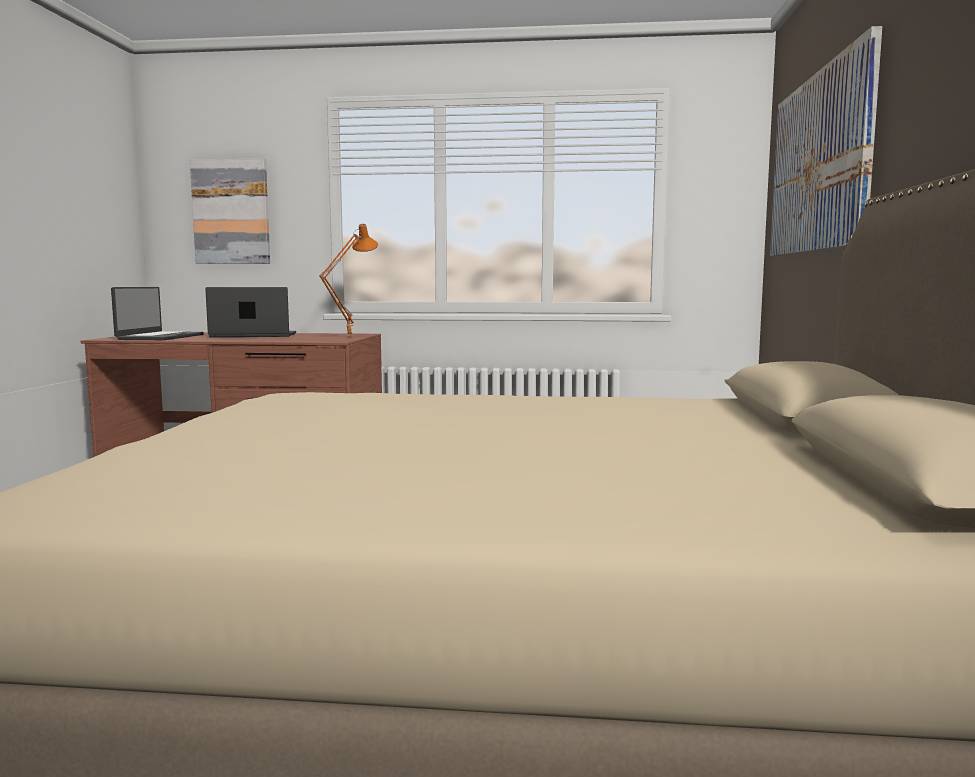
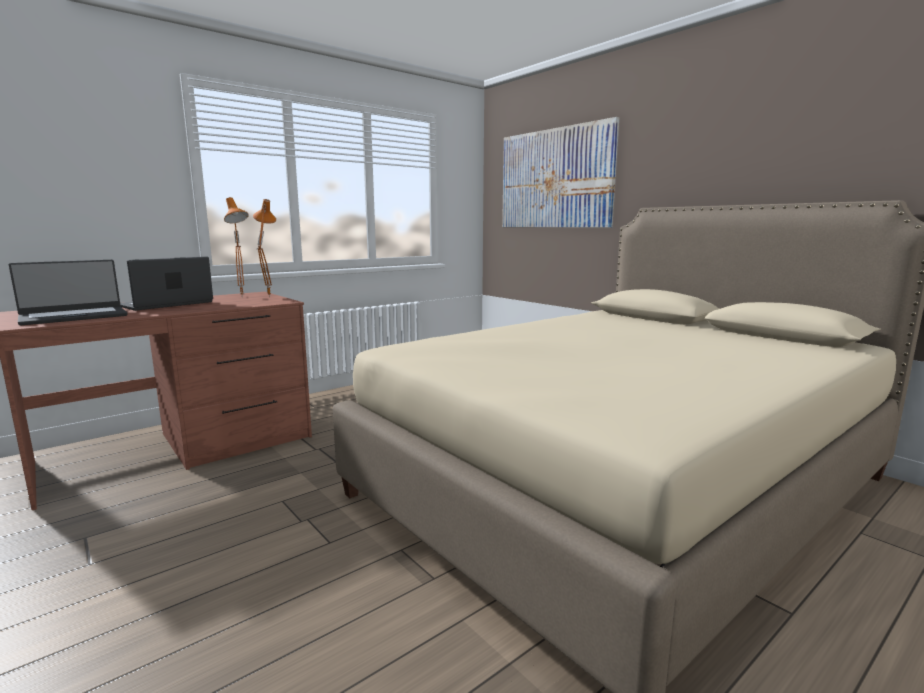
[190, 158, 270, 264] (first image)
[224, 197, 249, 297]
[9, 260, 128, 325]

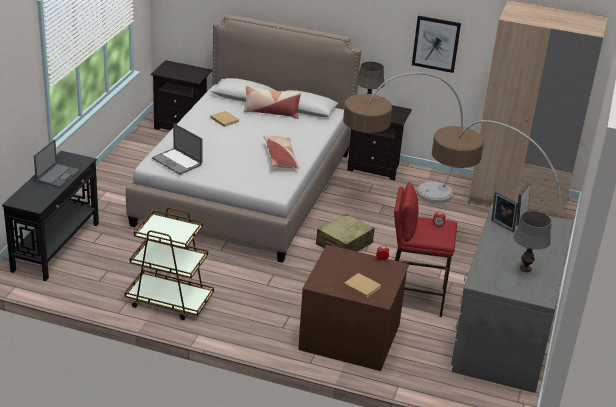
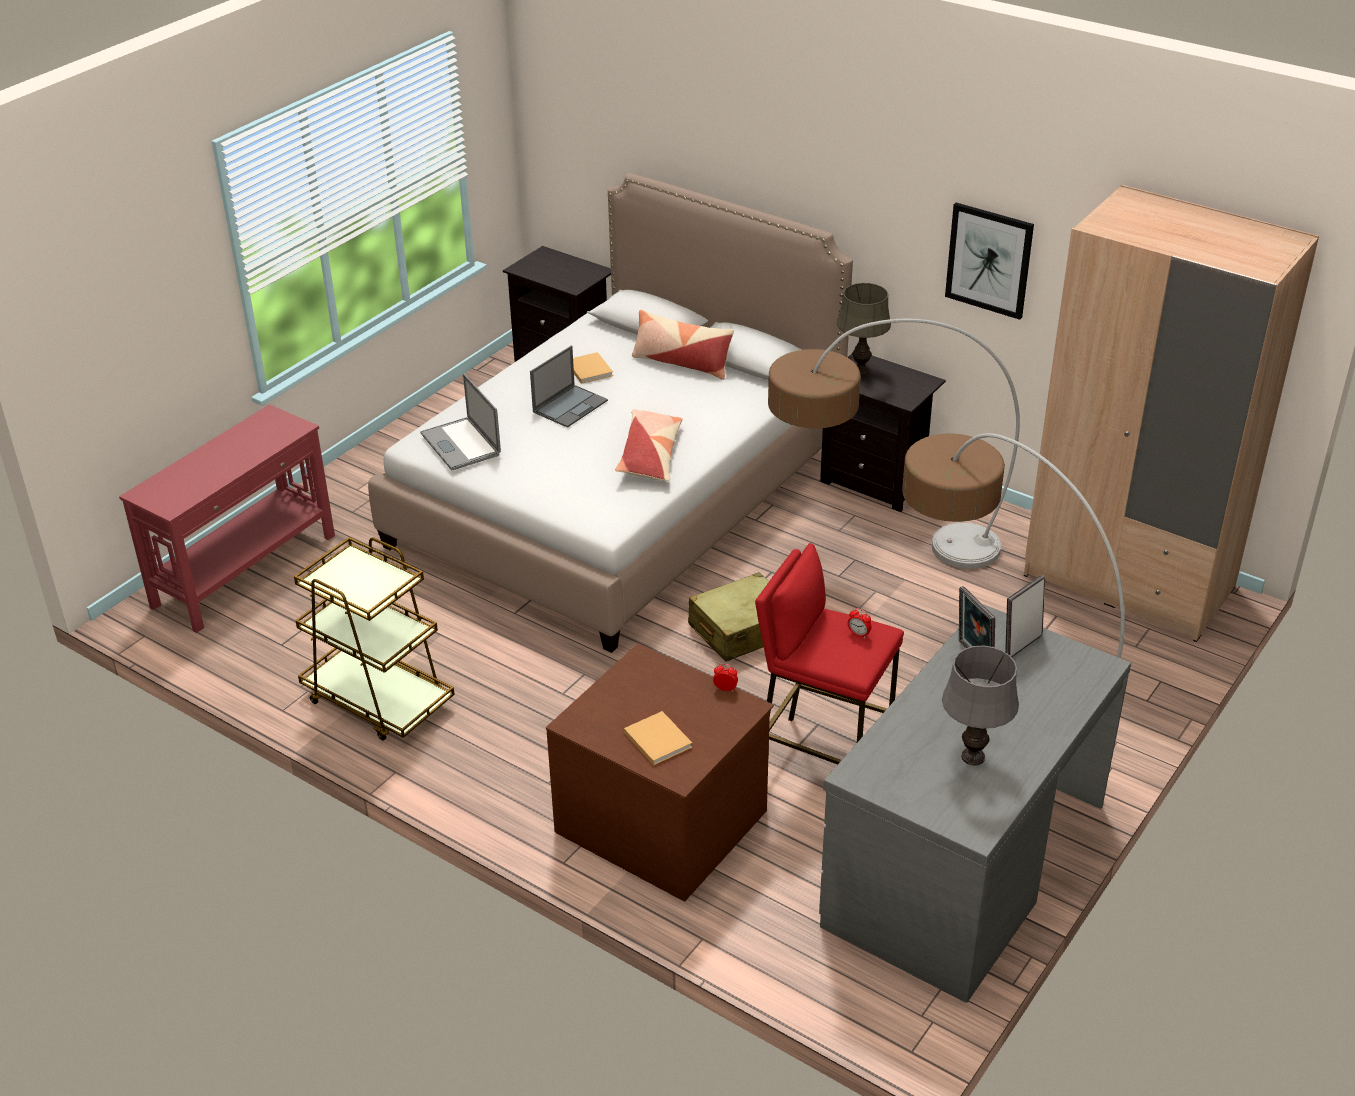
[530, 346, 608, 428]
[119, 404, 335, 633]

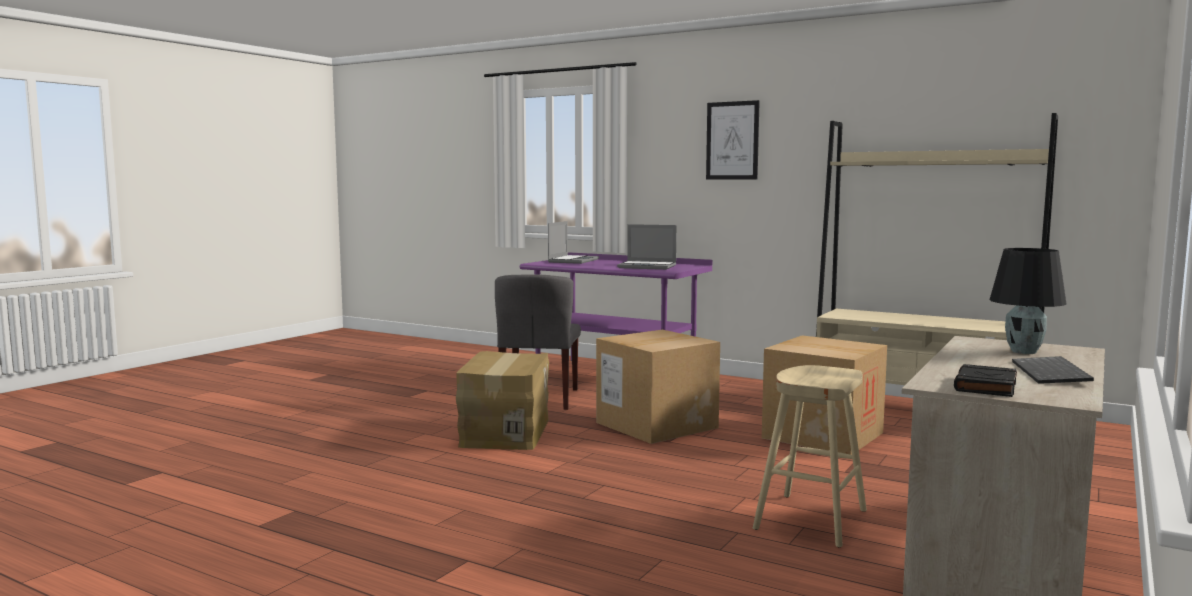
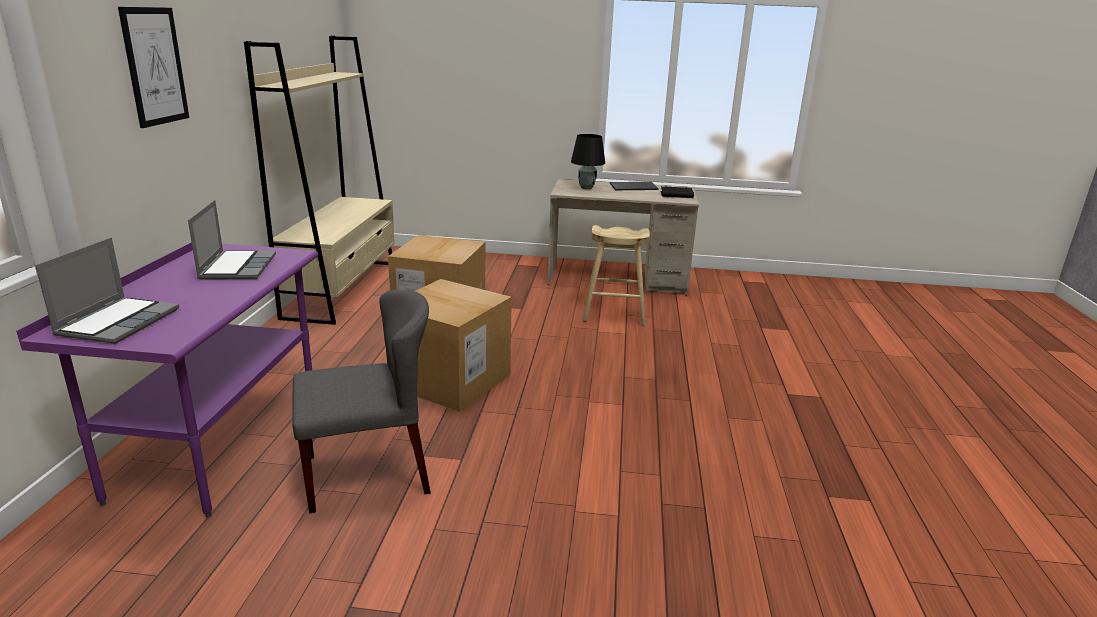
[456, 351, 549, 450] (first image)
[35, 237, 179, 344]

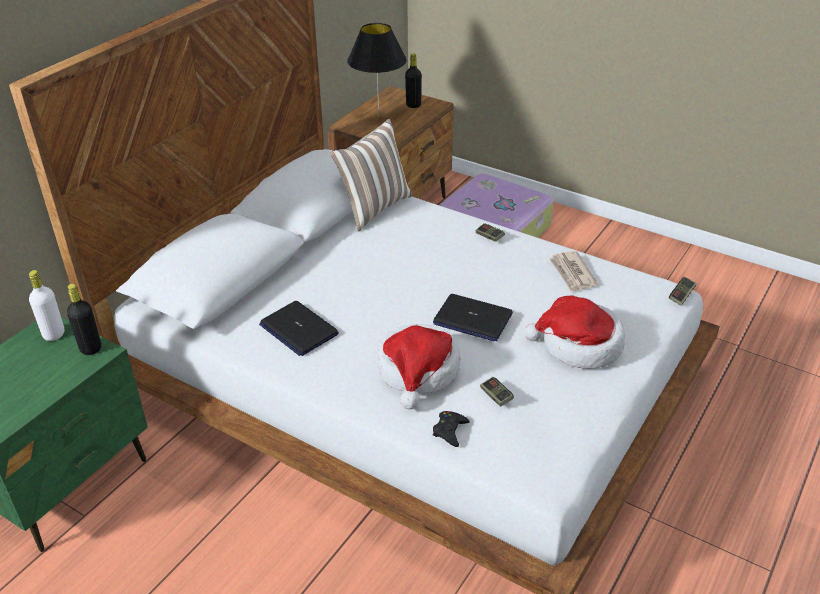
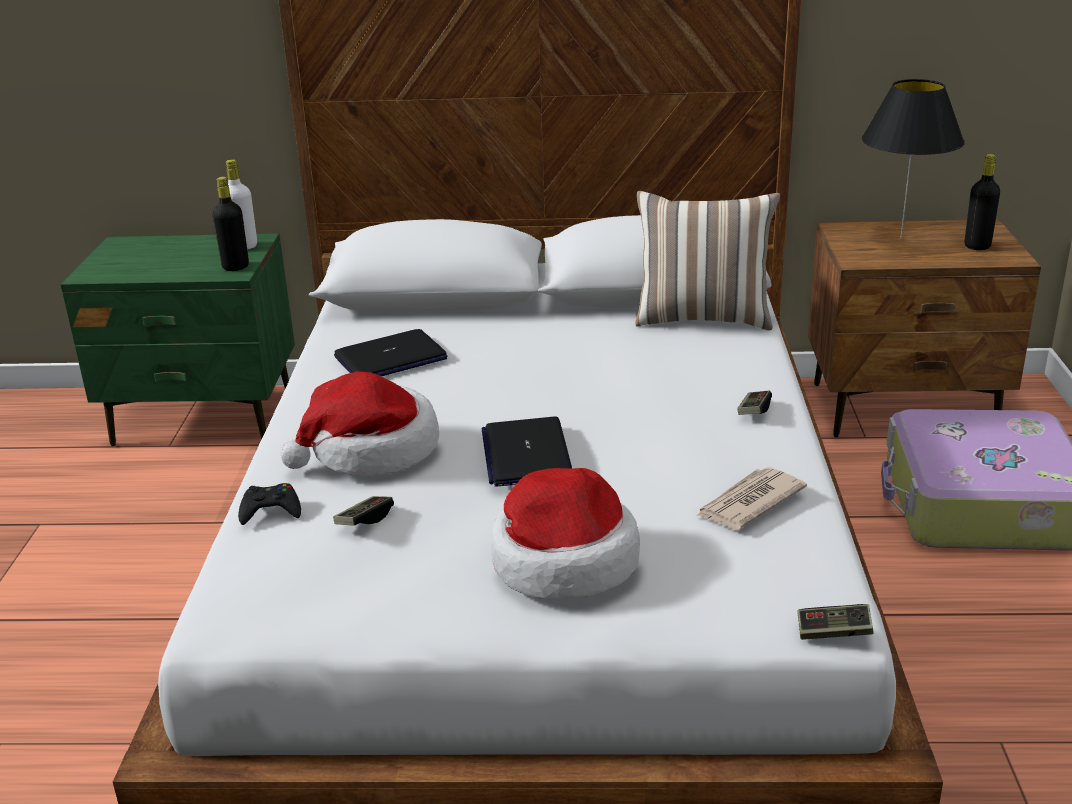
[334, 329, 447, 376]

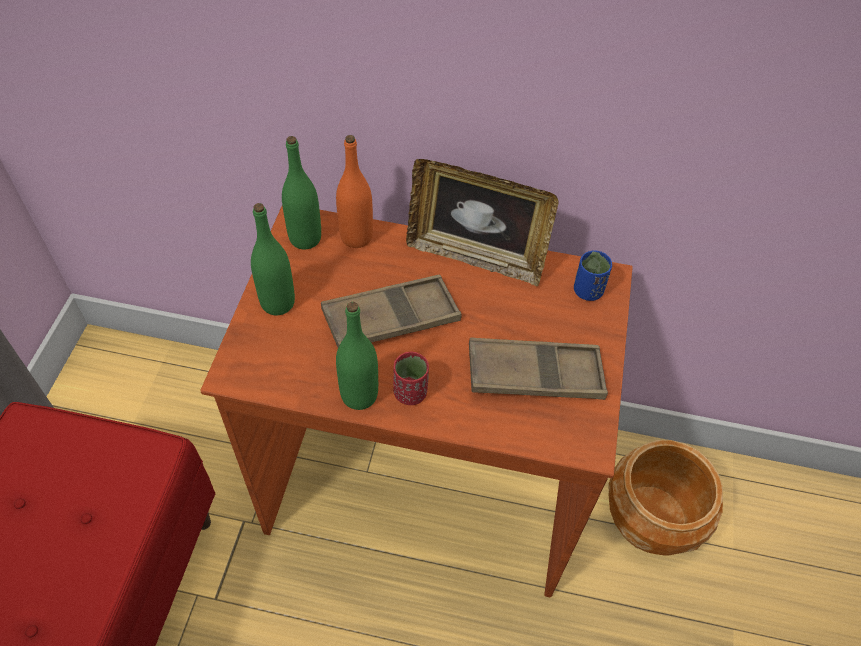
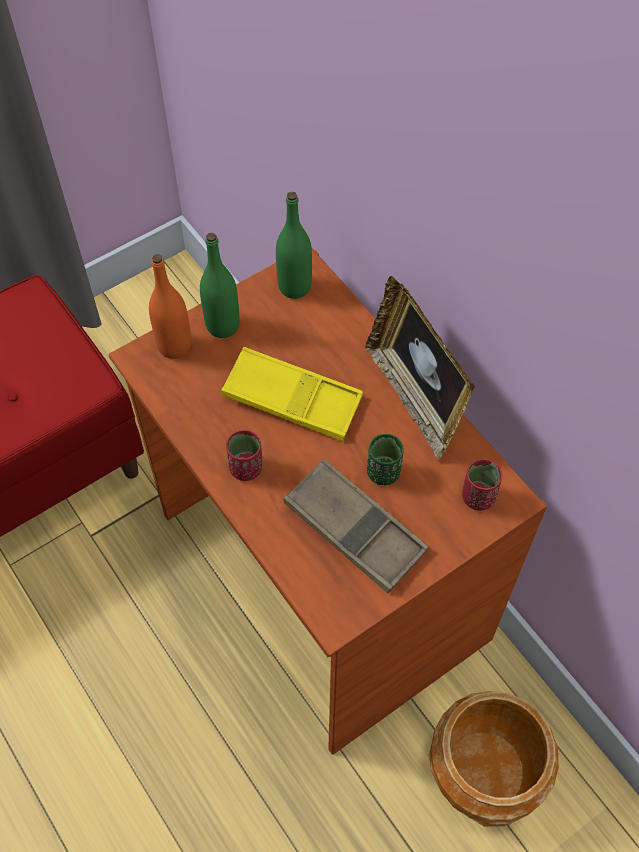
[336, 302, 378, 410] (first image)
[367, 434, 404, 485]
[149, 254, 191, 359]
[221, 347, 363, 442]
[462, 459, 502, 511]

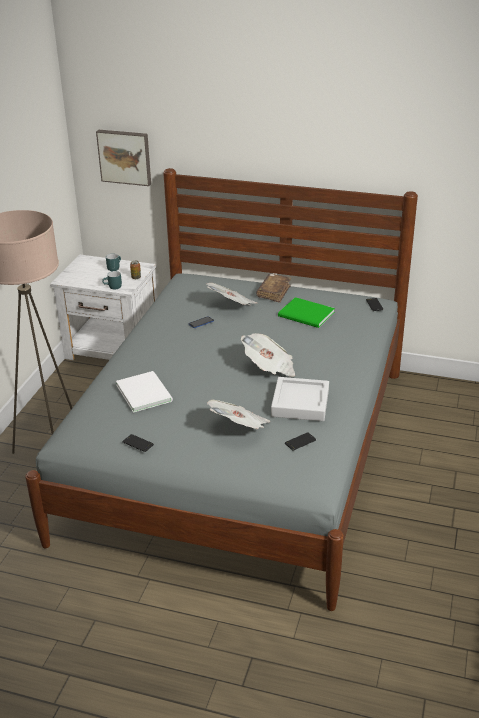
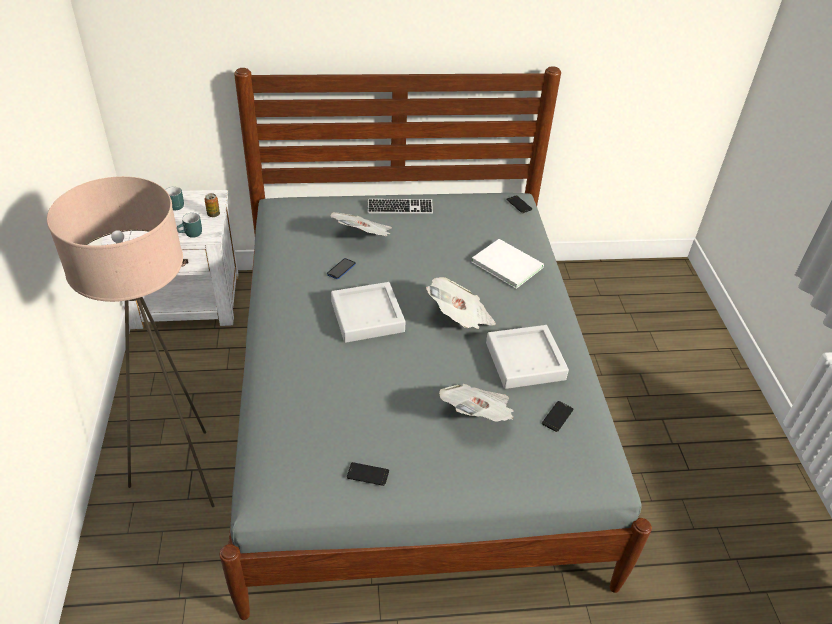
[96, 130, 151, 186] (first image)
[278, 297, 335, 328] (first image)
[331, 282, 405, 343]
[472, 239, 544, 289]
[368, 199, 433, 214]

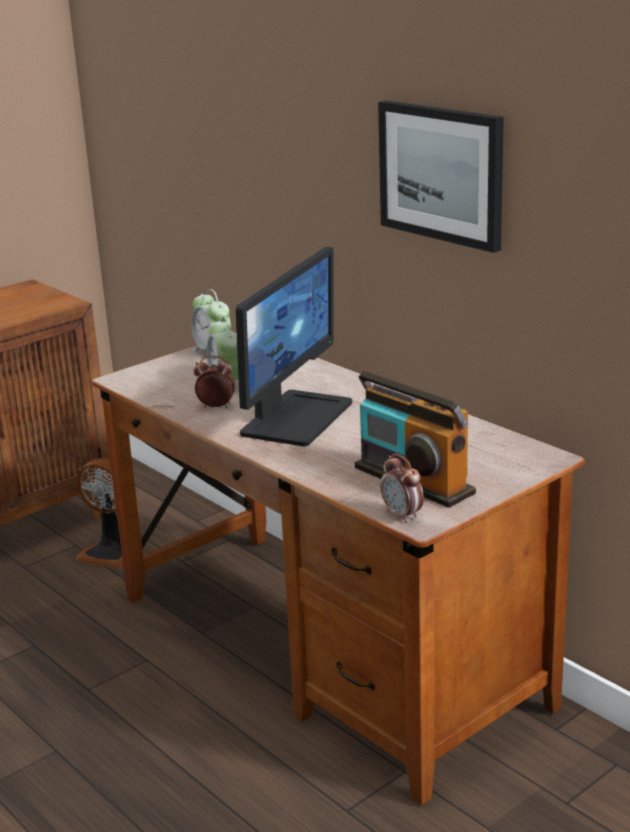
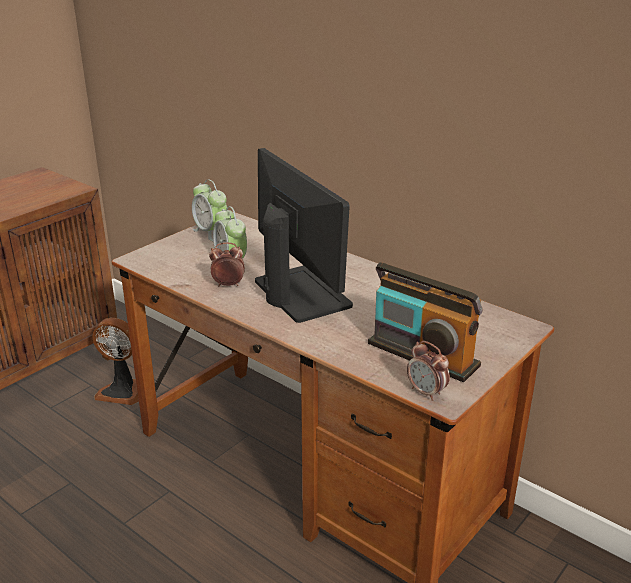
[378, 100, 504, 253] (first image)
[255, 148, 353, 323]

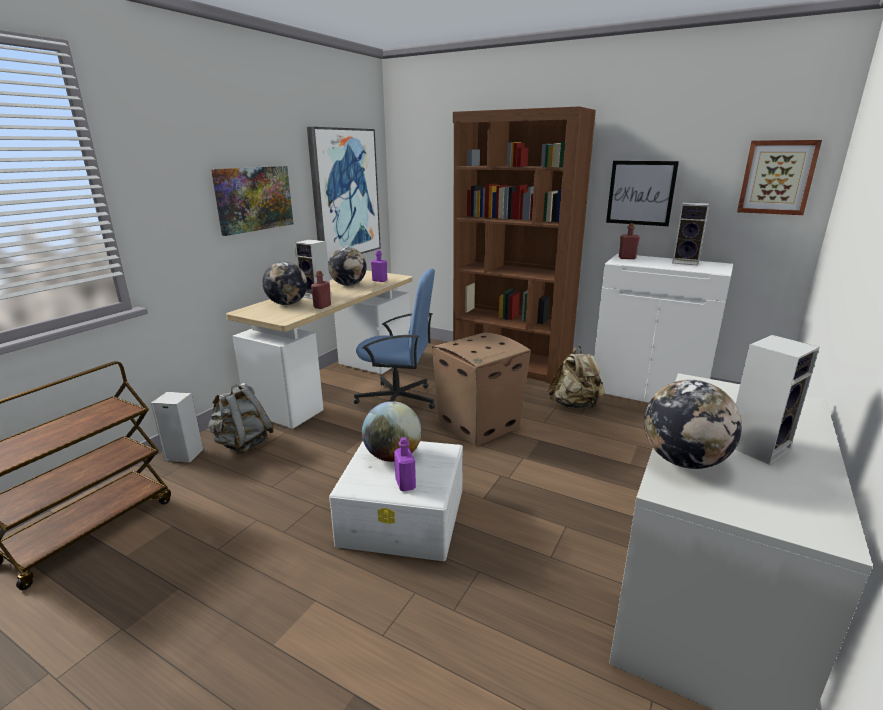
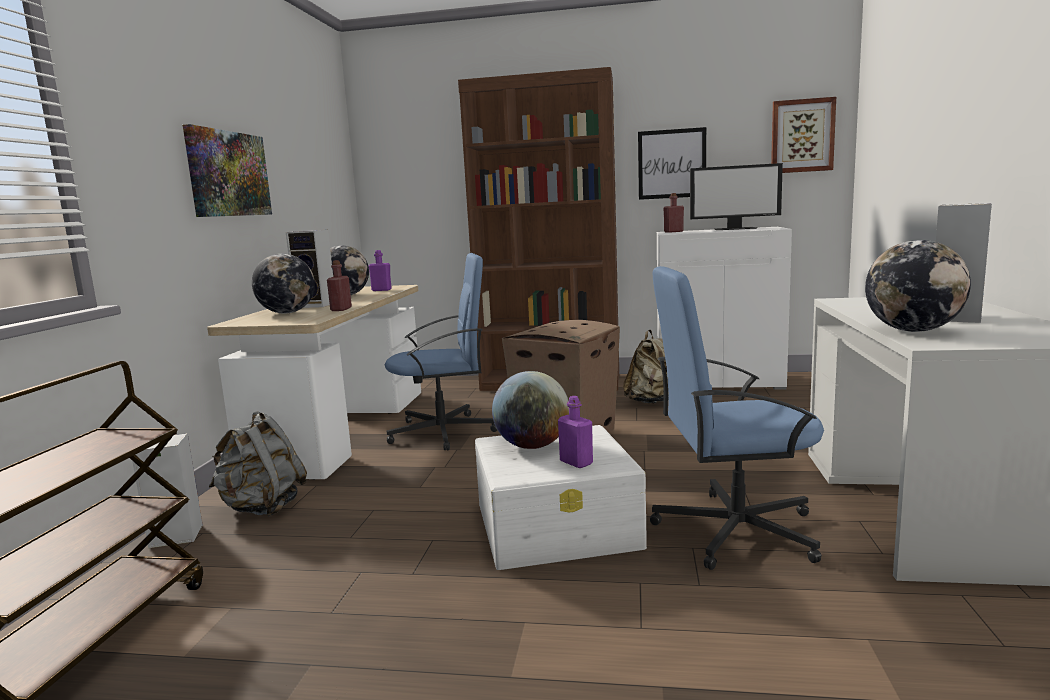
[307, 127, 381, 263] (first image)
[650, 266, 824, 570]
[690, 163, 783, 230]

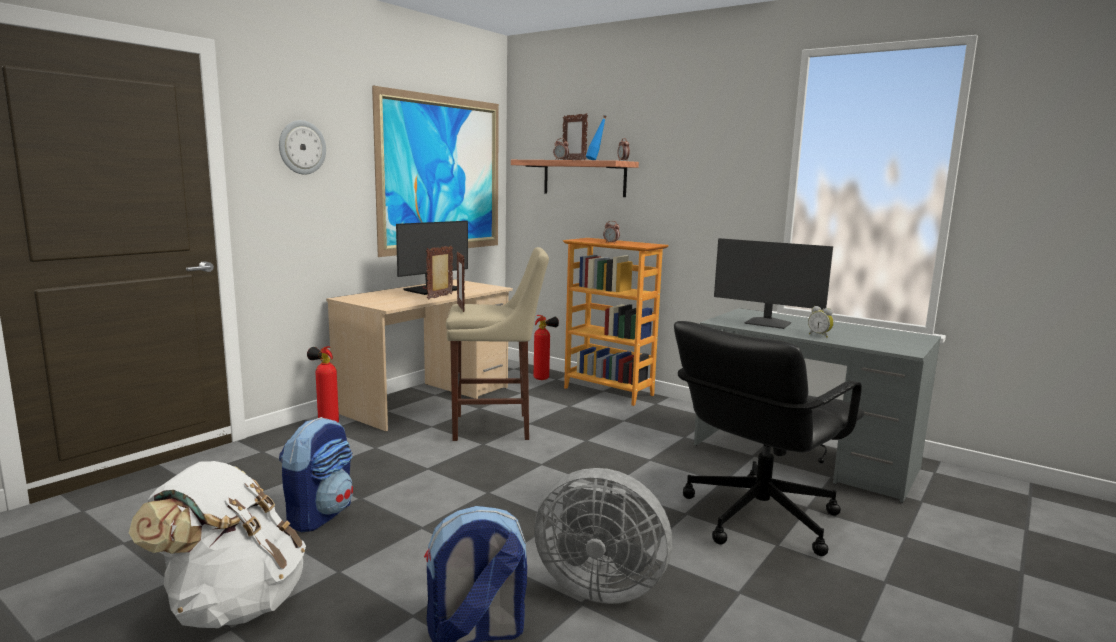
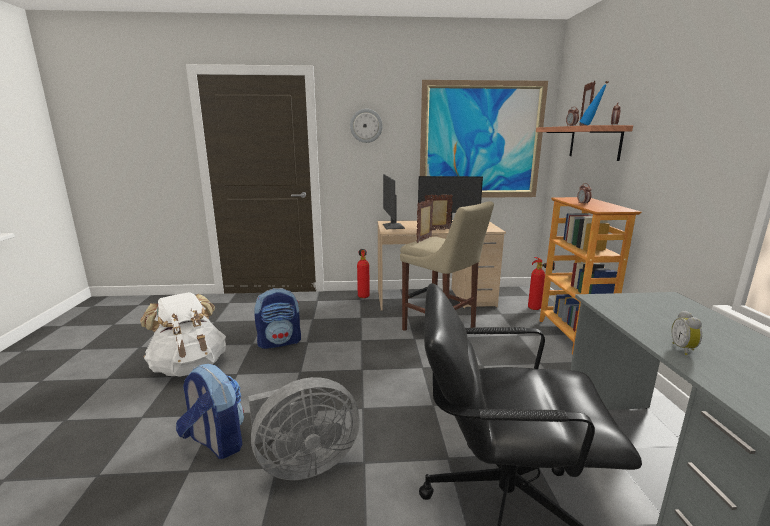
[383, 174, 405, 229]
[248, 377, 360, 480]

